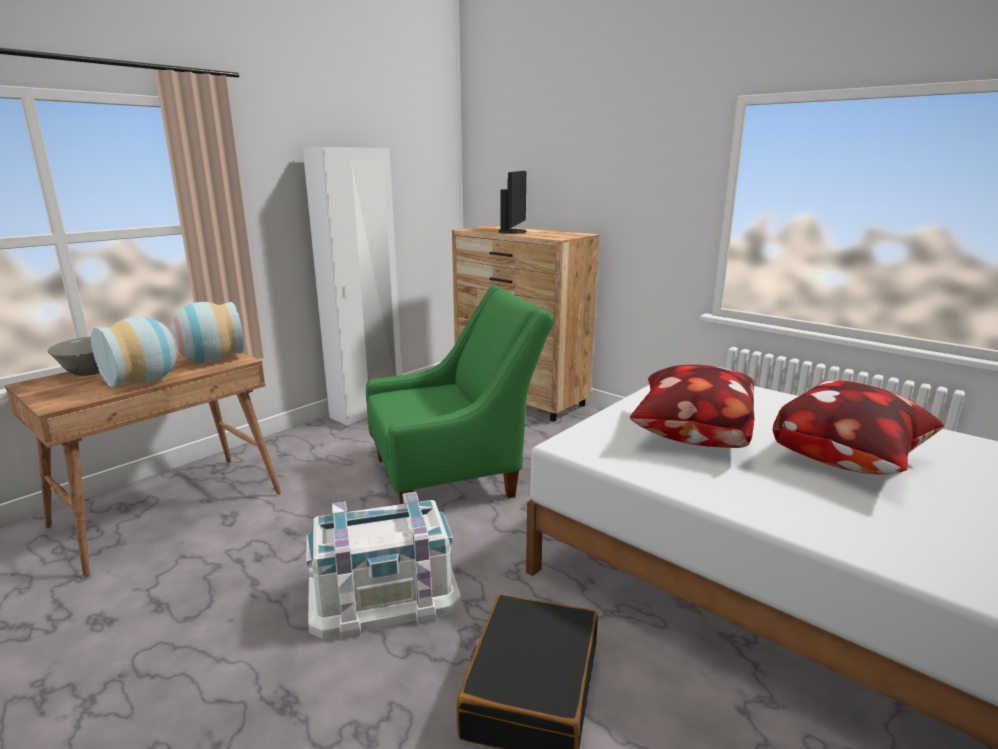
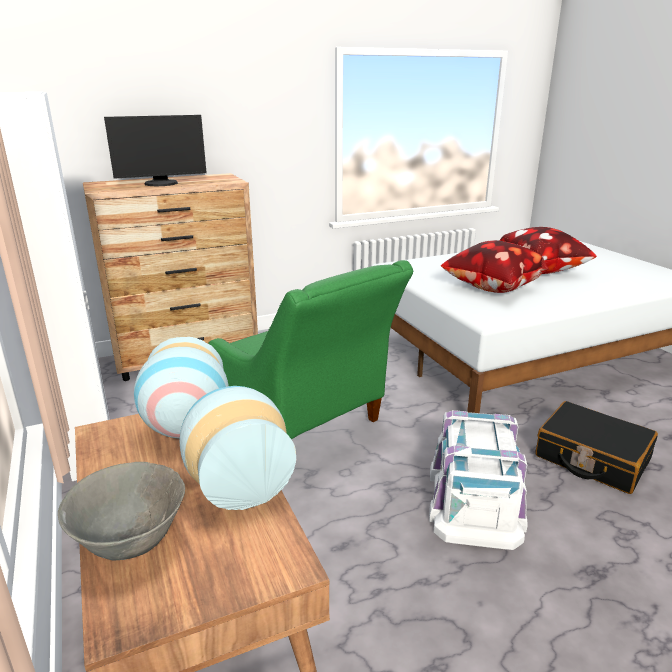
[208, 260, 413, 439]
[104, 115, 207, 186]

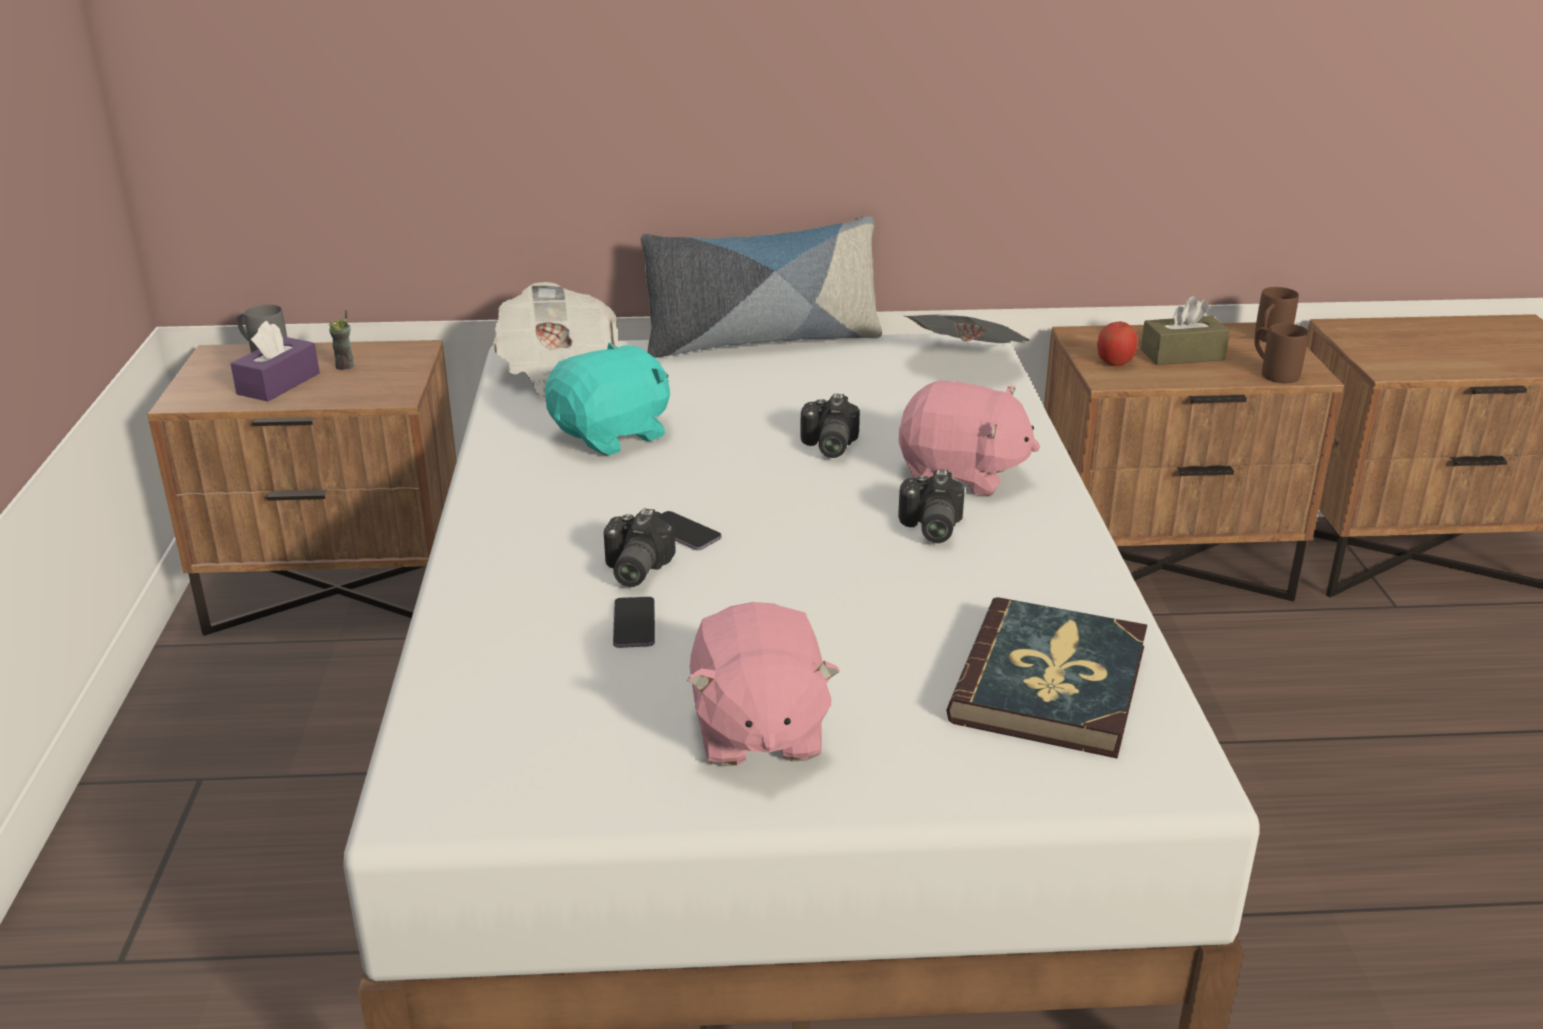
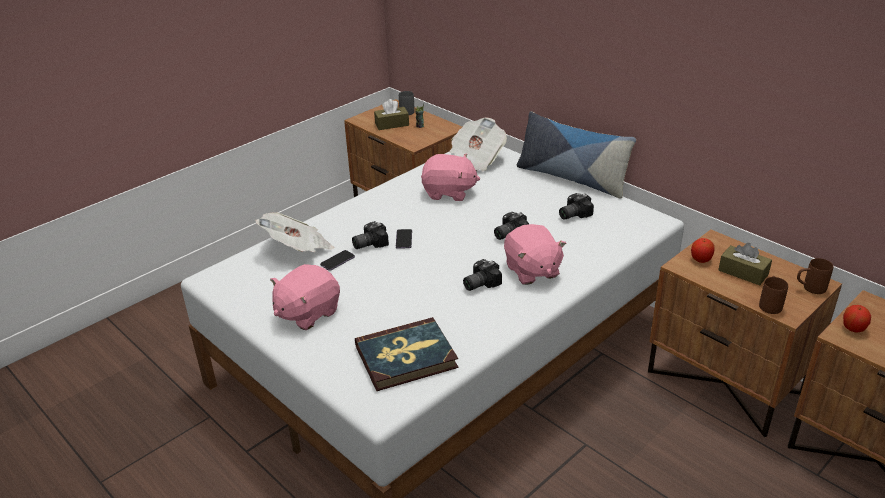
[559, 193, 594, 219]
[843, 305, 871, 333]
[255, 212, 334, 252]
[374, 99, 409, 130]
[421, 153, 480, 201]

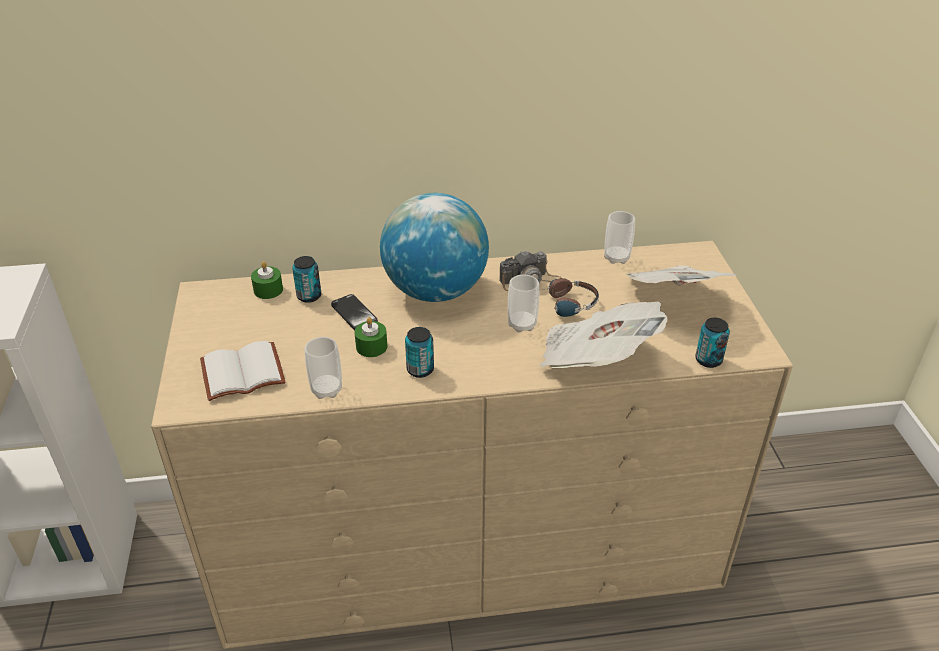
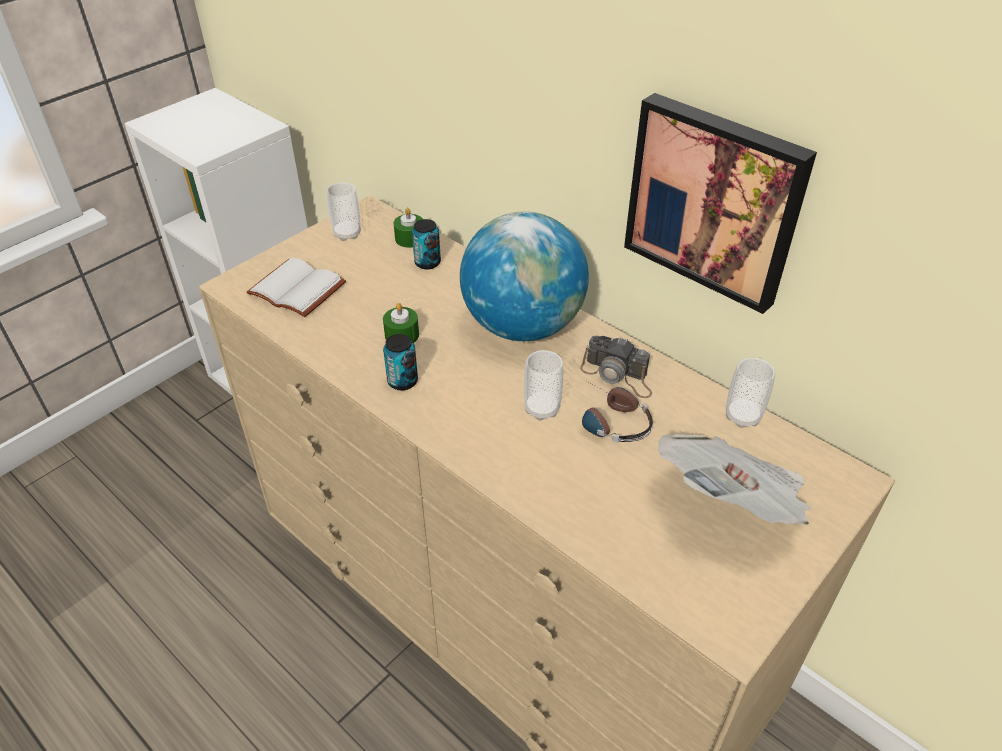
[331, 294, 378, 330] (first image)
[540, 302, 668, 368] (first image)
[695, 318, 730, 368] (first image)
[624, 93, 817, 314]
[326, 182, 361, 241]

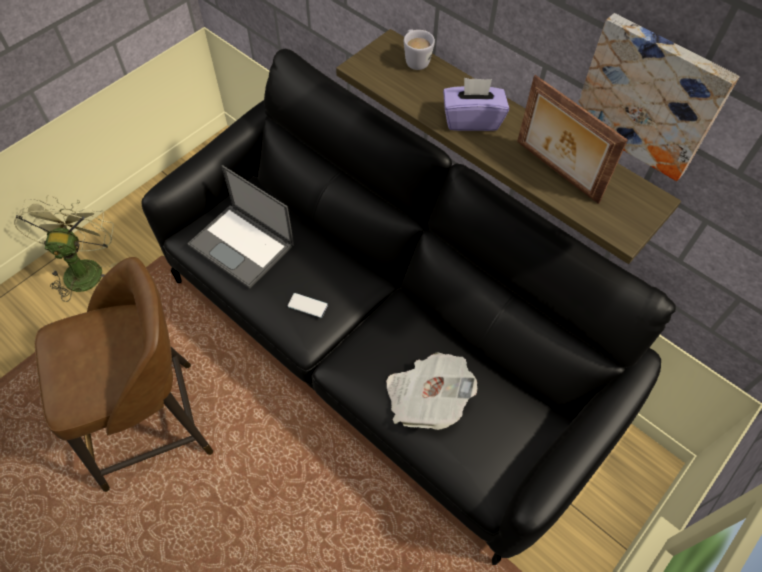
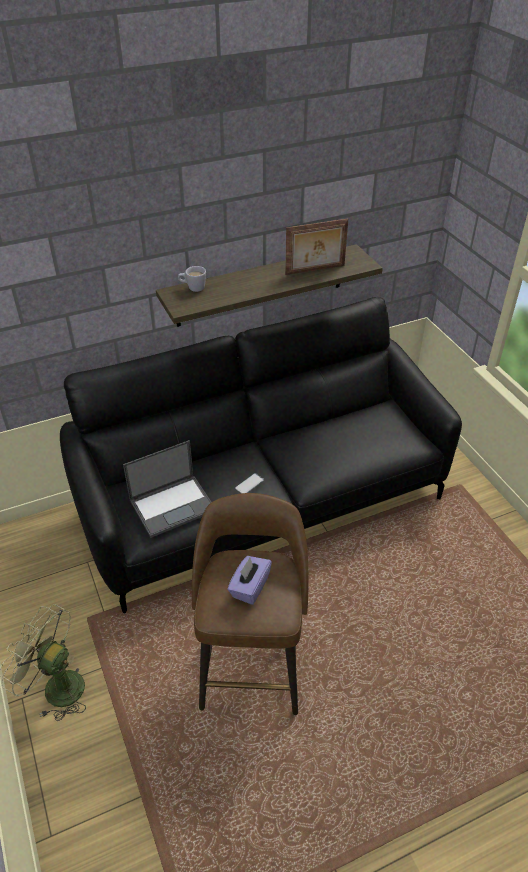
[386, 352, 478, 430] (first image)
[578, 13, 740, 181] (first image)
[227, 556, 272, 605]

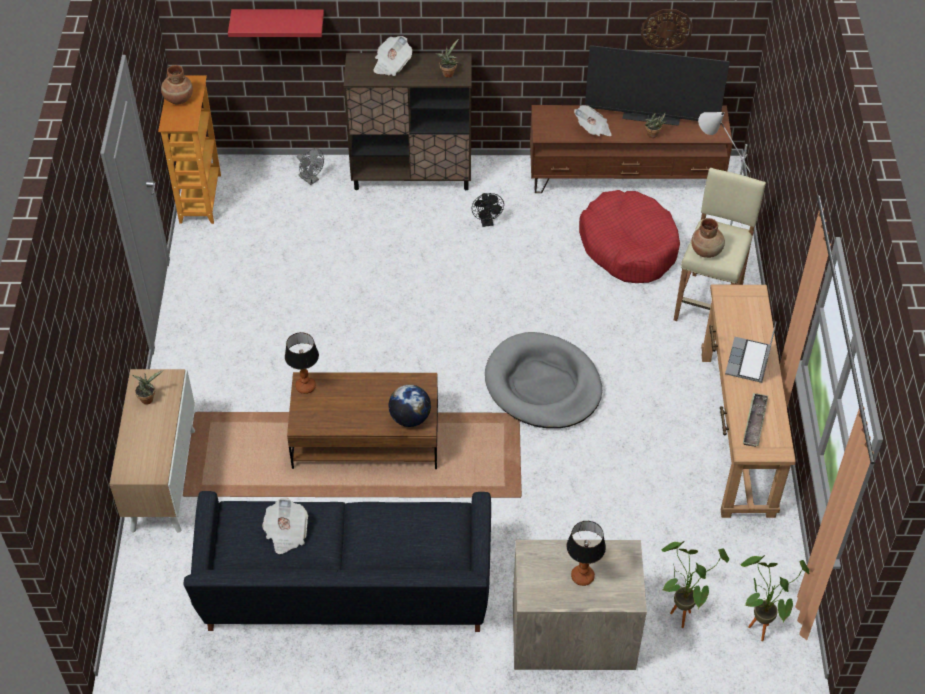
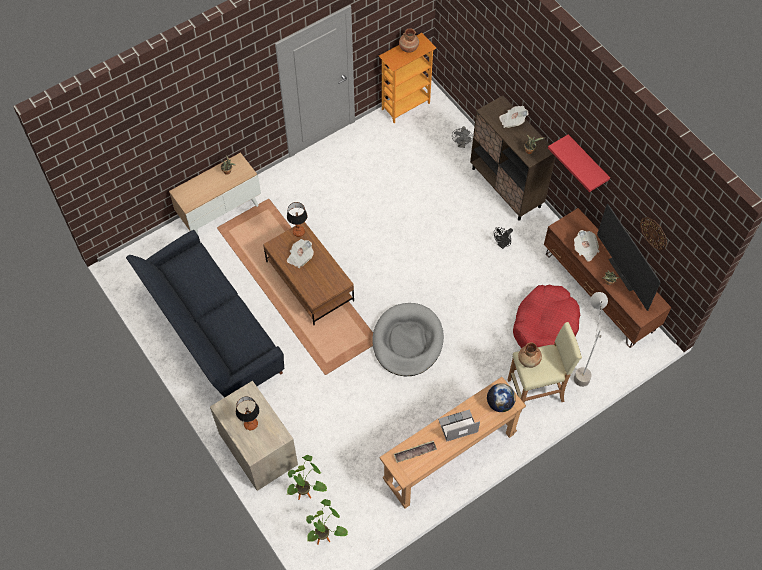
[548, 134, 610, 192]
[287, 239, 314, 268]
[487, 383, 516, 412]

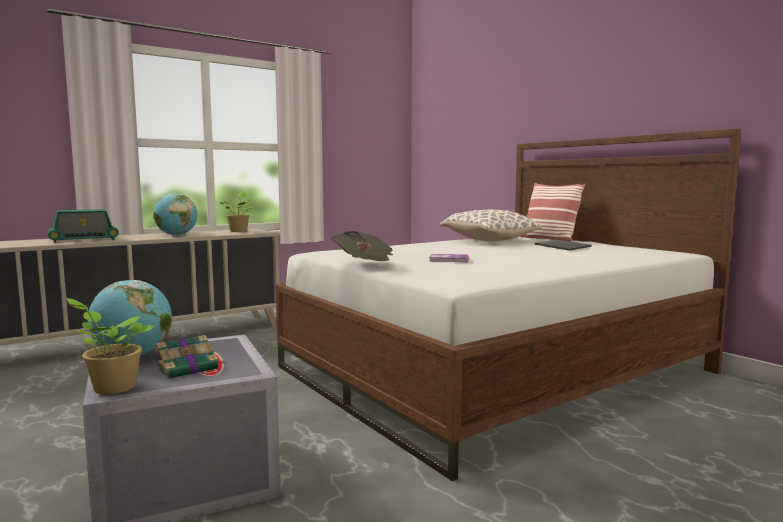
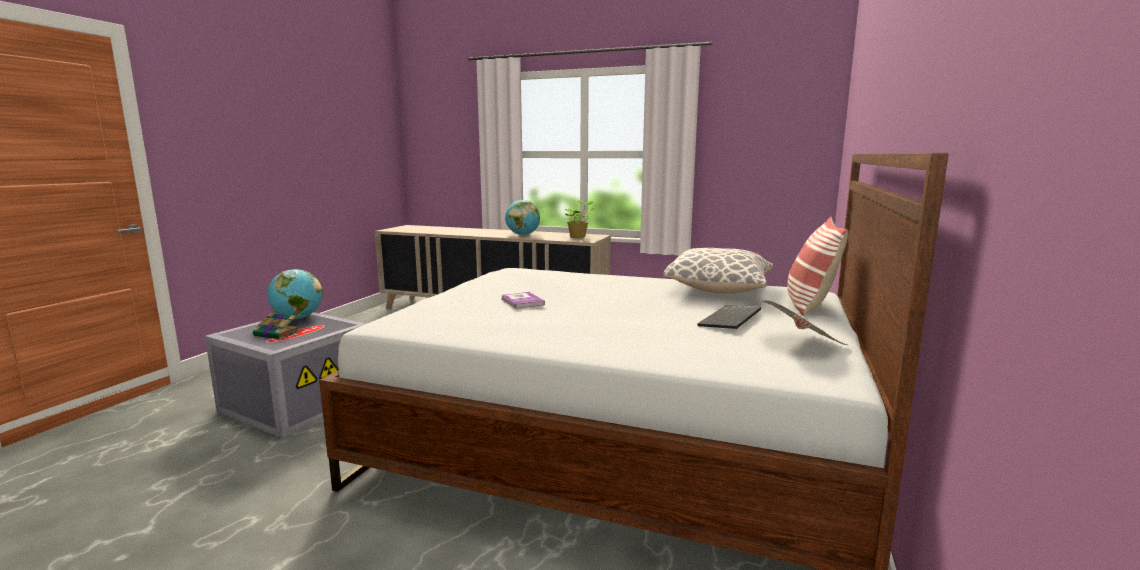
[48, 209, 119, 243] (first image)
[66, 298, 154, 394] (first image)
[762, 300, 847, 345]

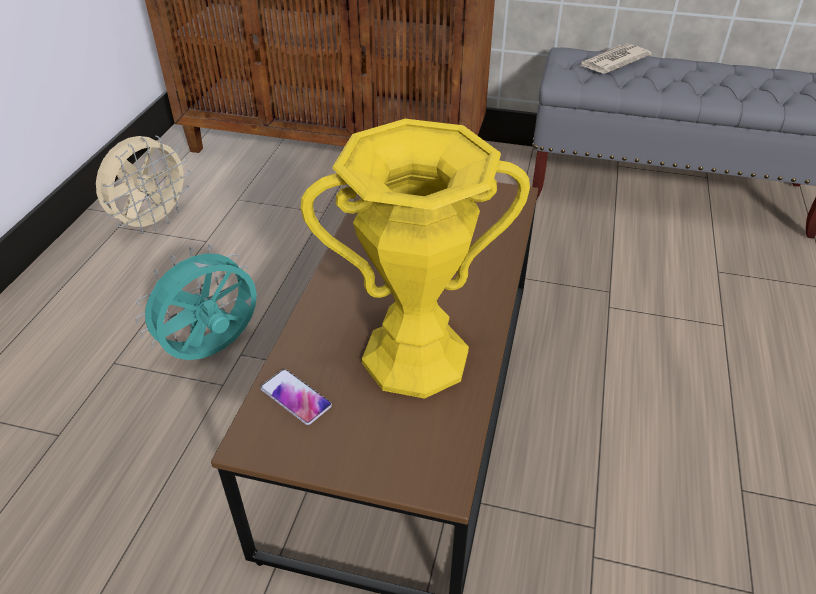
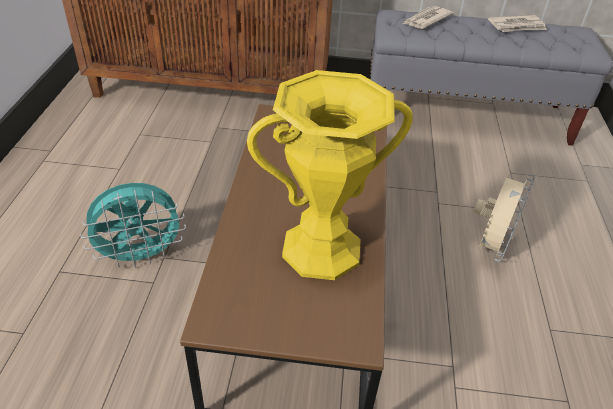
[260, 369, 332, 425] (first image)
[488, 15, 547, 32]
[474, 173, 535, 262]
[80, 183, 186, 268]

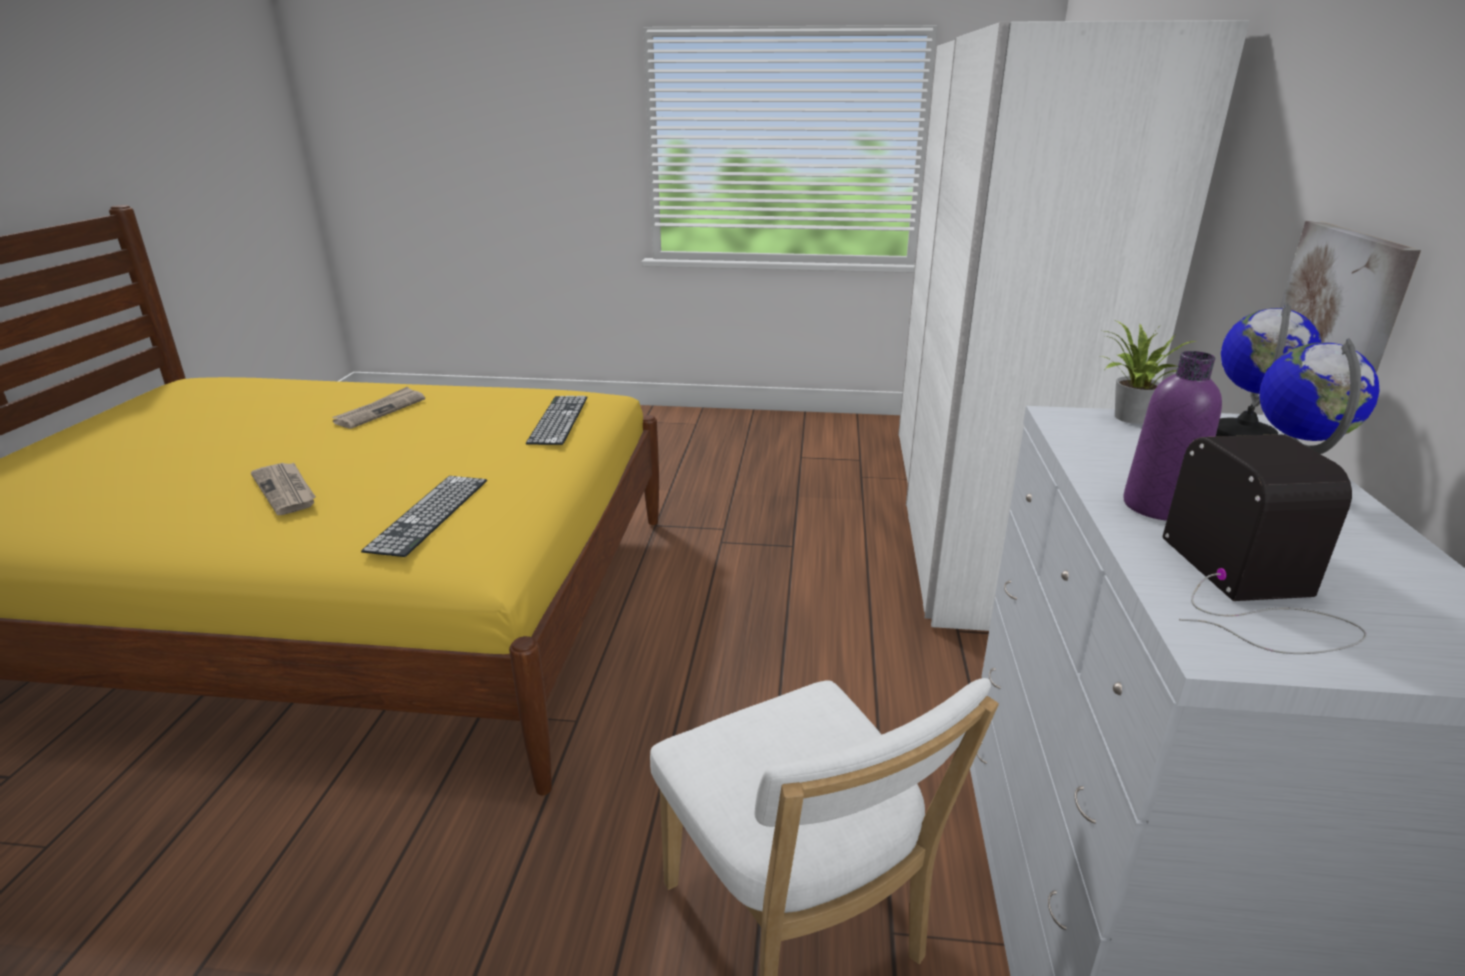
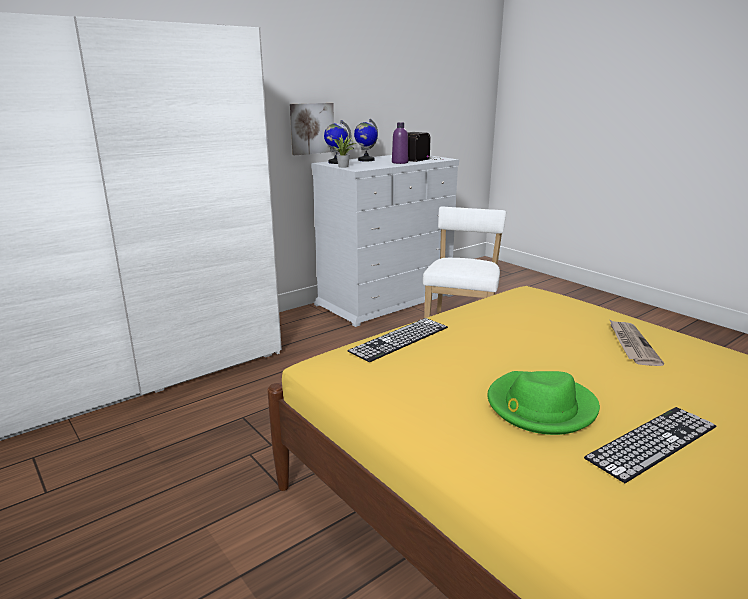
[584, 407, 716, 483]
[488, 371, 600, 435]

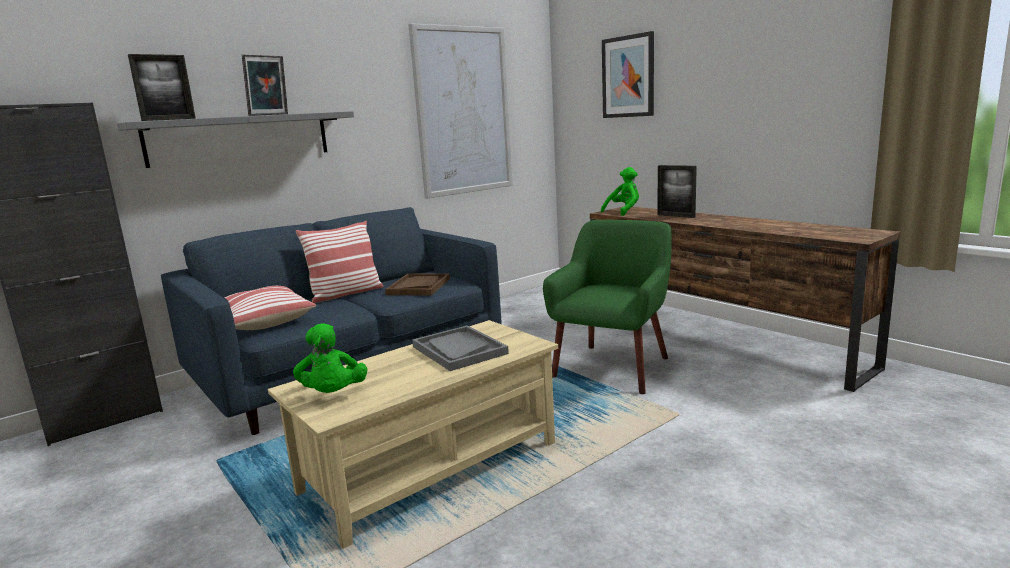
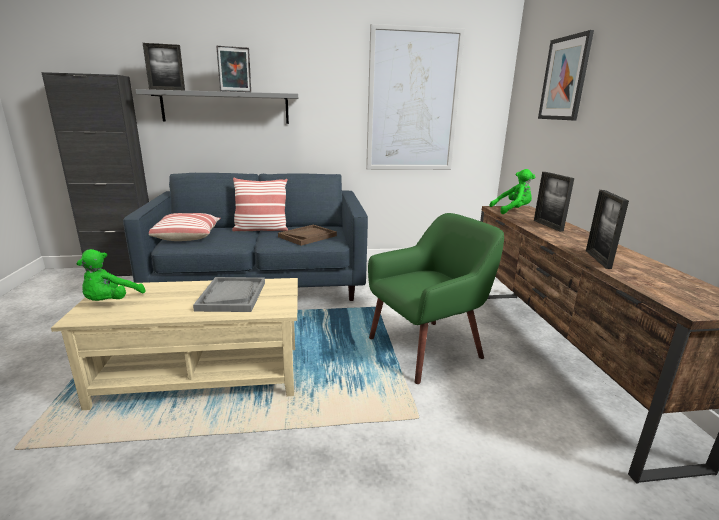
[586, 190, 629, 269]

